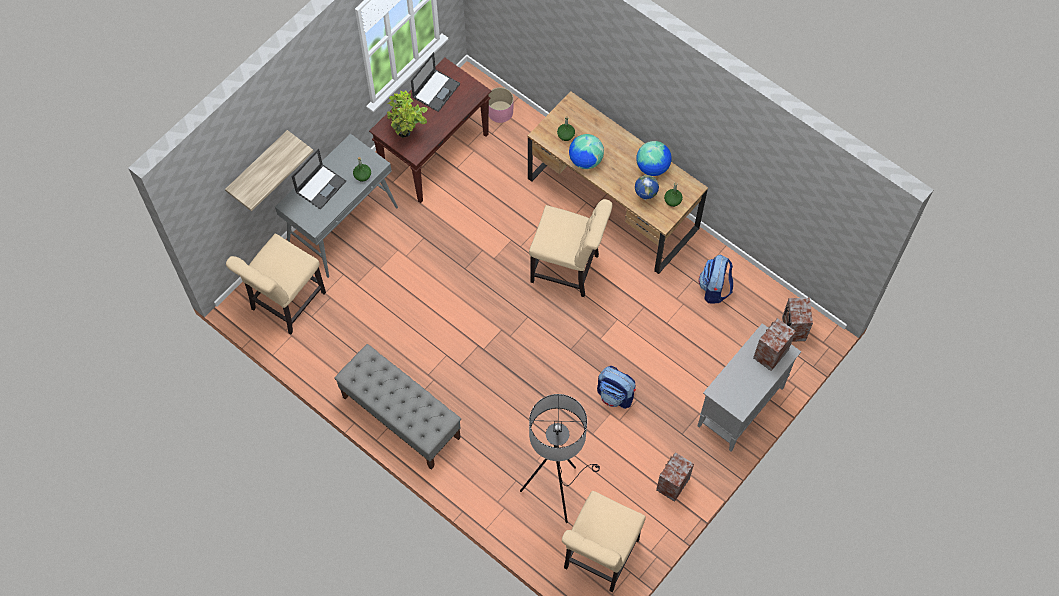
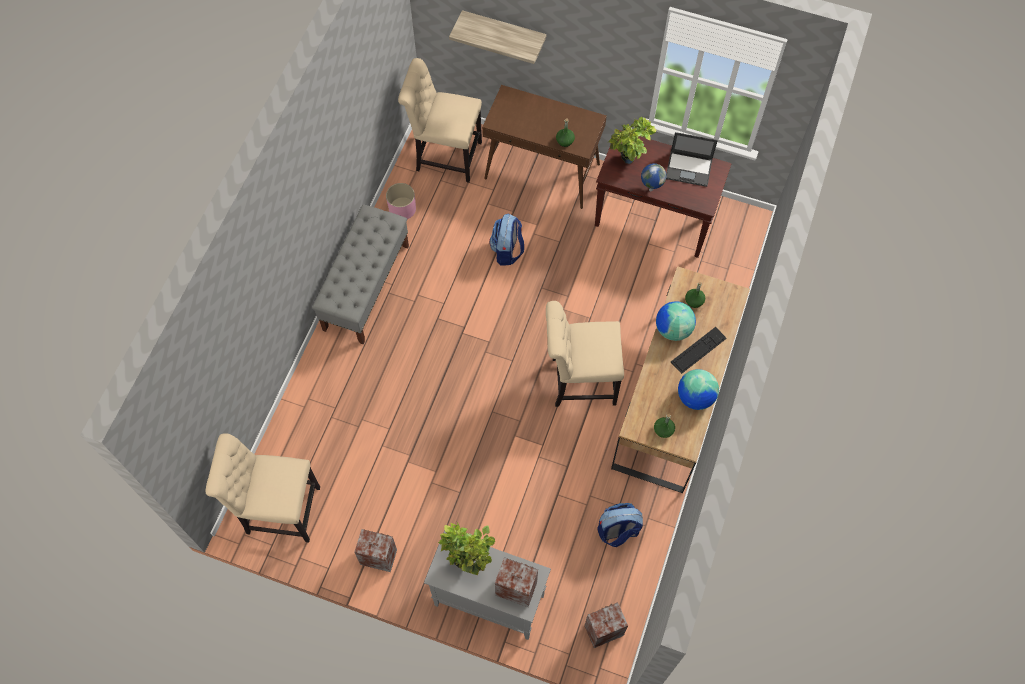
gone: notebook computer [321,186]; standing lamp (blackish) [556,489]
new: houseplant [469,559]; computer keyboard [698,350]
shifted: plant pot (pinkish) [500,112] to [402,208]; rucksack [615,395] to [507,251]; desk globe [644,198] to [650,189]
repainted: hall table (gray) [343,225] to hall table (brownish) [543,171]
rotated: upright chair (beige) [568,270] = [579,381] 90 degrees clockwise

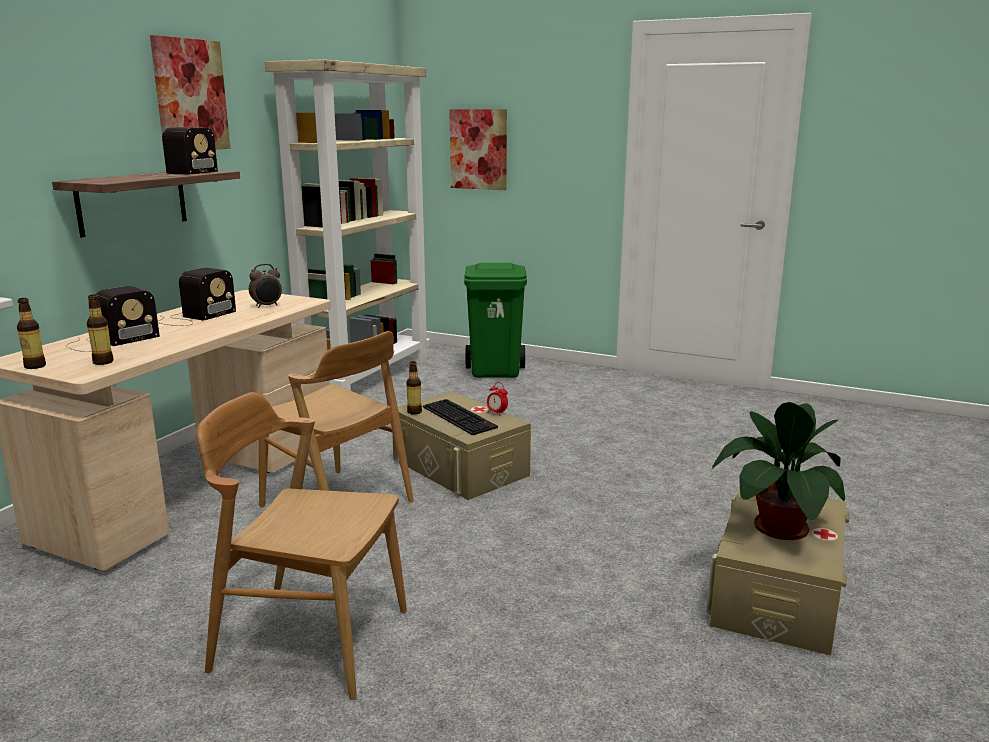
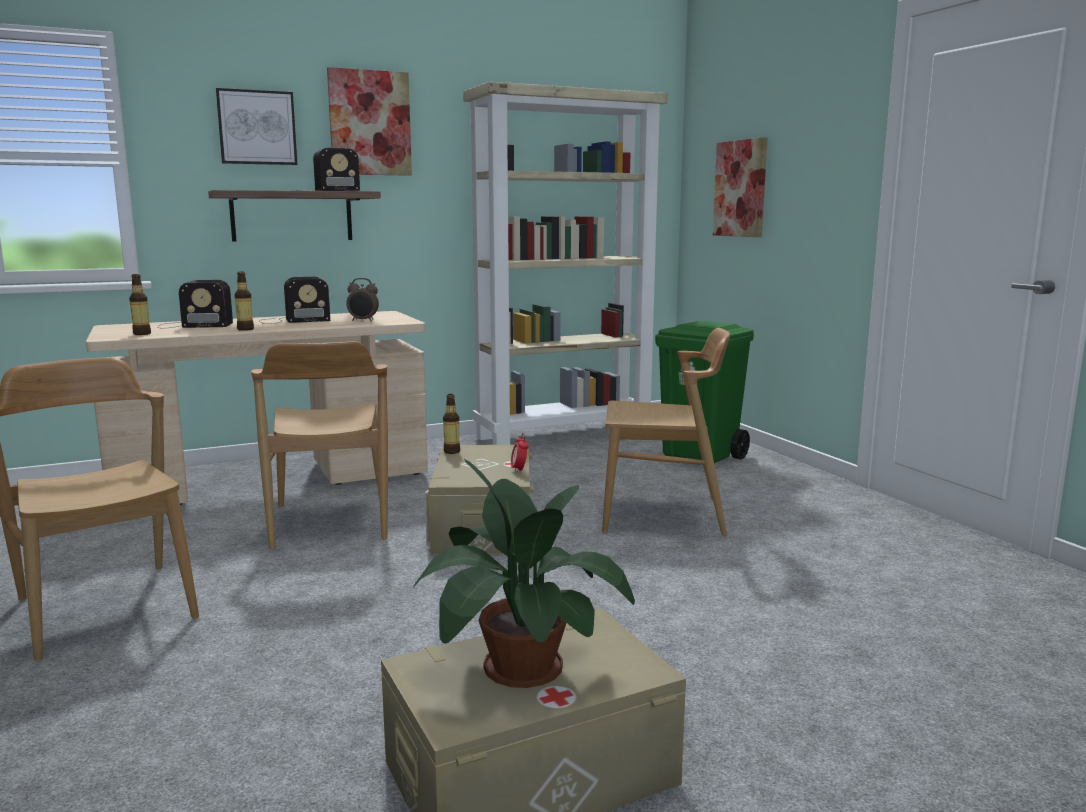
gone: computer keyboard [461,417]
new: wall art [257,127]; upright chair (brownish) [662,515]
shifted: bottle [35,366] to [245,329]

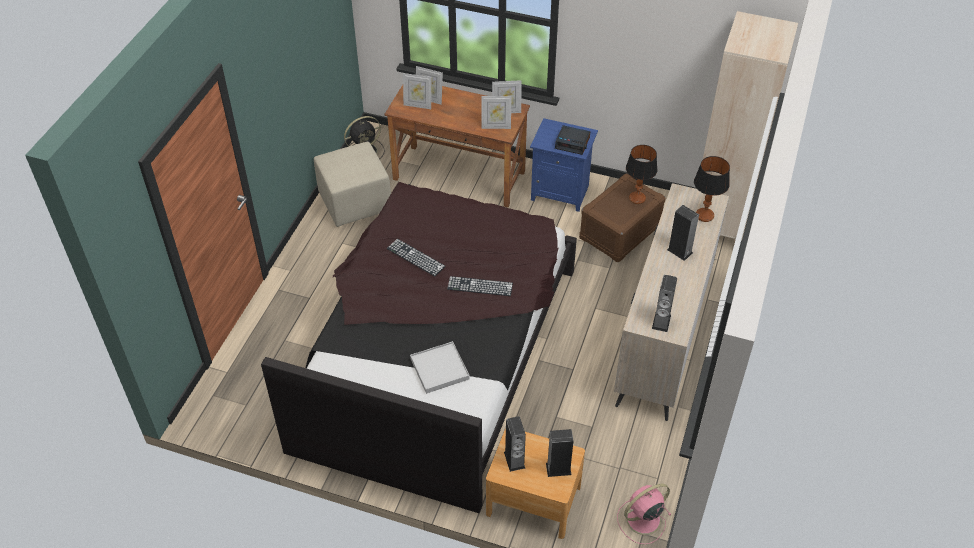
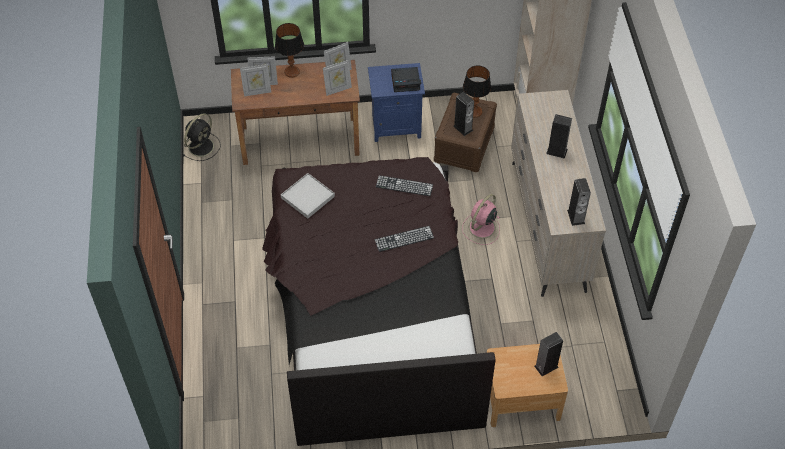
gone: ottoman (beige) [356,202]
shifted: computer keyboard [415,257] to [404,186]; serving tray (white) [439,369] to [307,197]; audio speaker [514,460] to [463,128]; fan (pinkish) [642,520] to [481,228]; tabletop lamp [704,215] to [291,72]

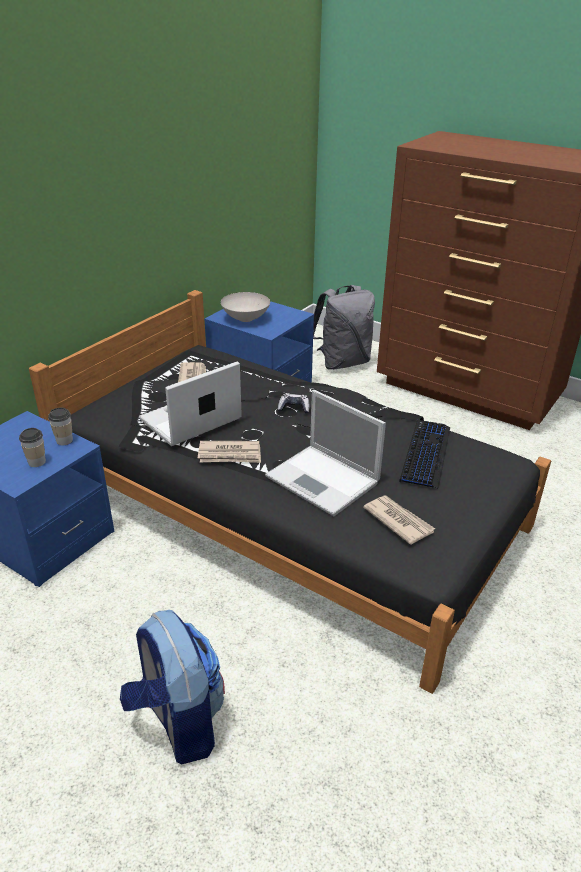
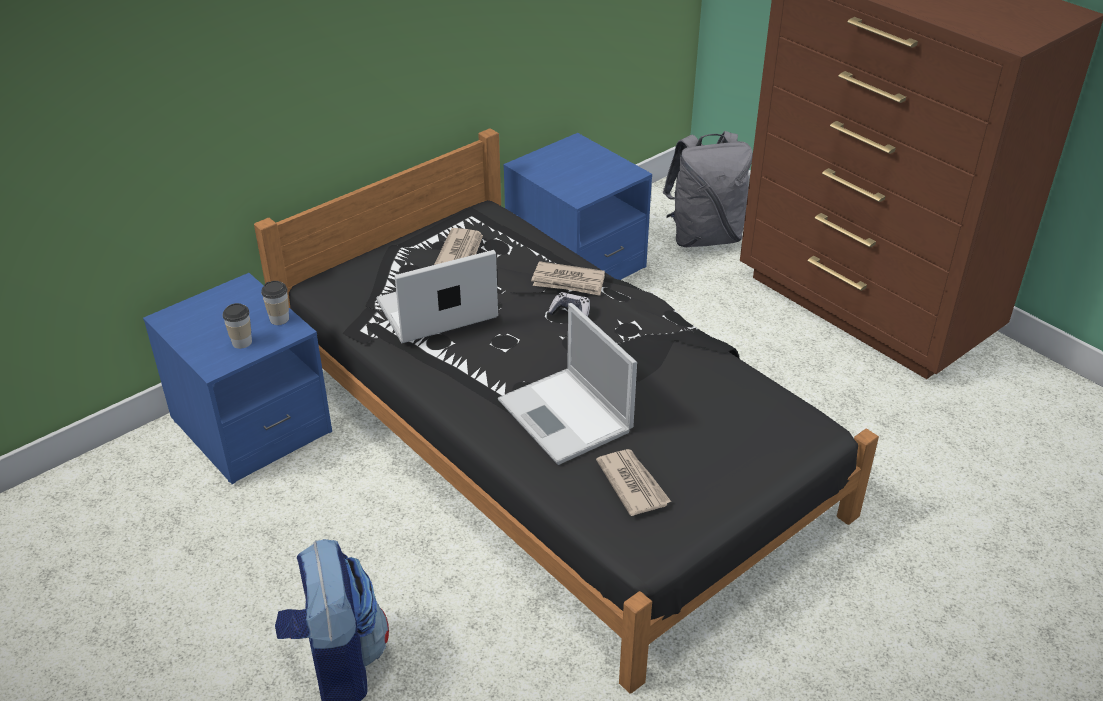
gone: deep dish (white) [246,319]; computer keyboard [425,454]
shifted: printed paper [230,455] to [568,282]

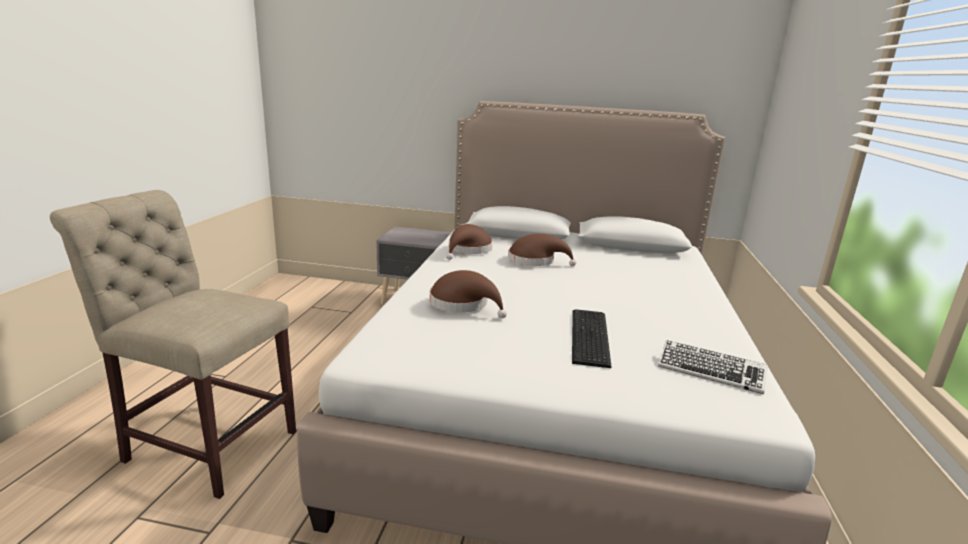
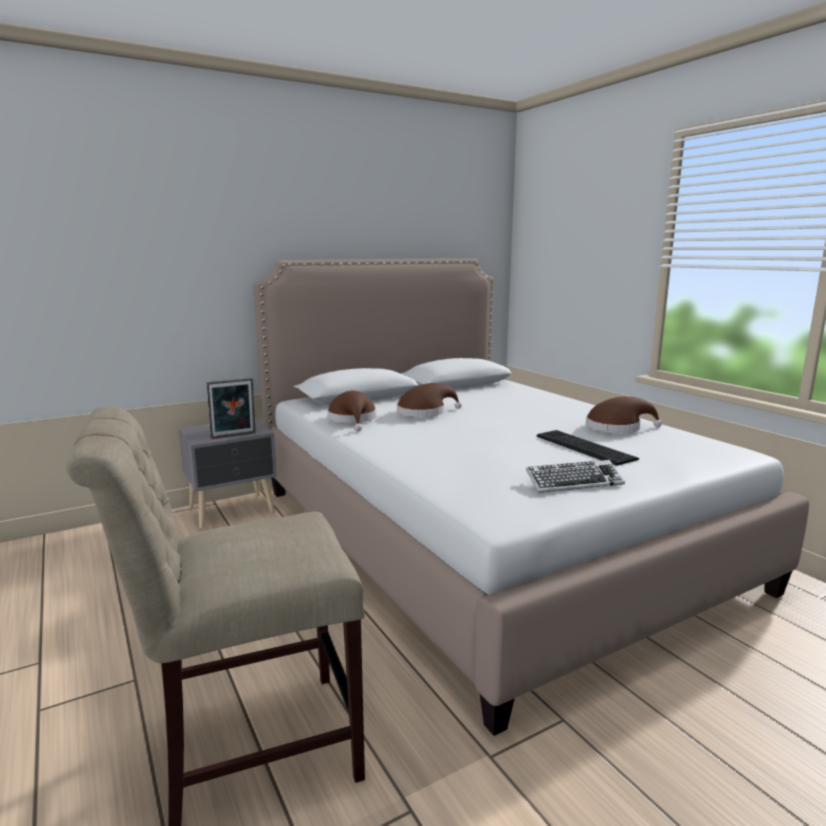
new: picture frame [234,436]
shifted: clothing hat (brownish) [463,304] to [617,427]; computer keyboard [710,372] to [574,482]

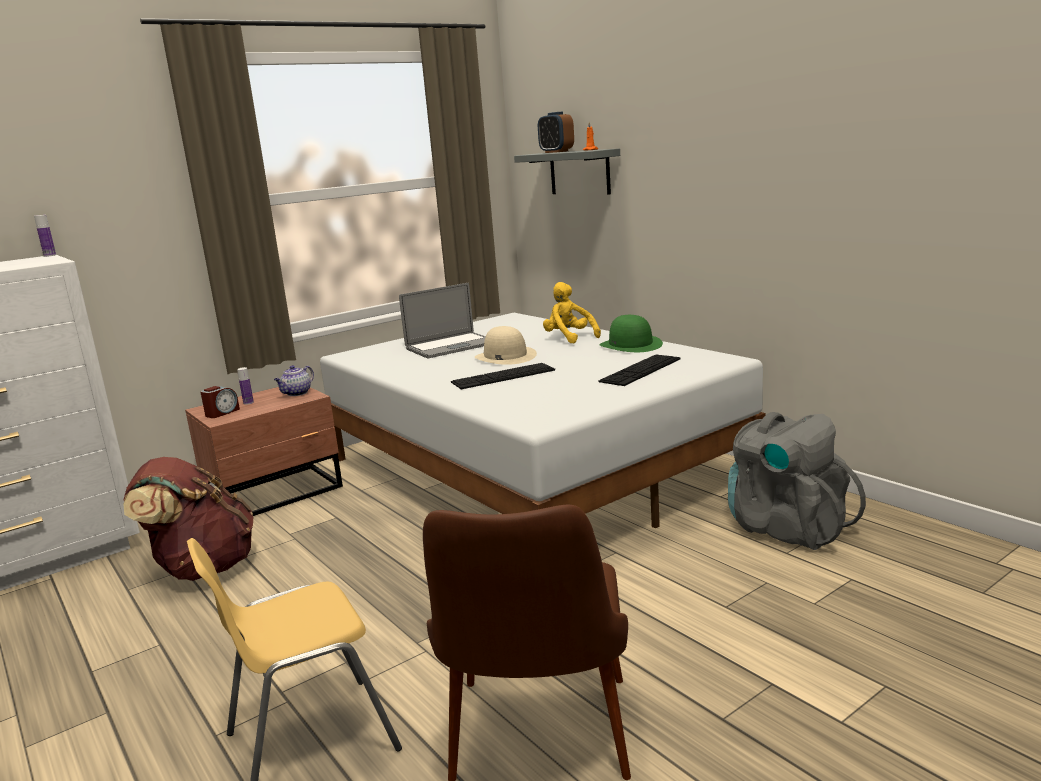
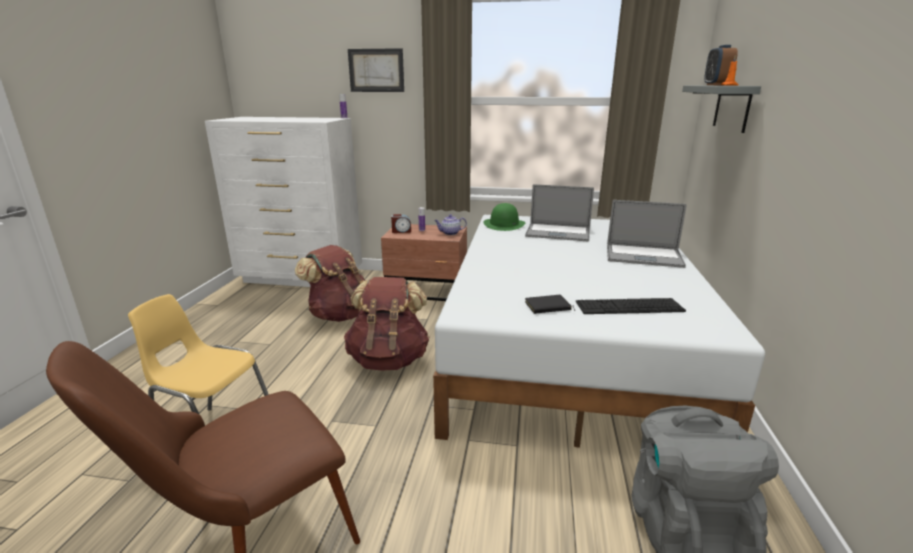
gone: computer keyboard [503,376]; clothing hat (beige) [505,356]
new: rucksack (brownish) [389,359]; wall art [376,70]; bound book (blackish) [548,307]
shifted: clothing hat (green-coloured) [631,345] to [504,224]
swapped: cuddly toy (yellow-coloured) [569,338] to notebook computer [643,256]

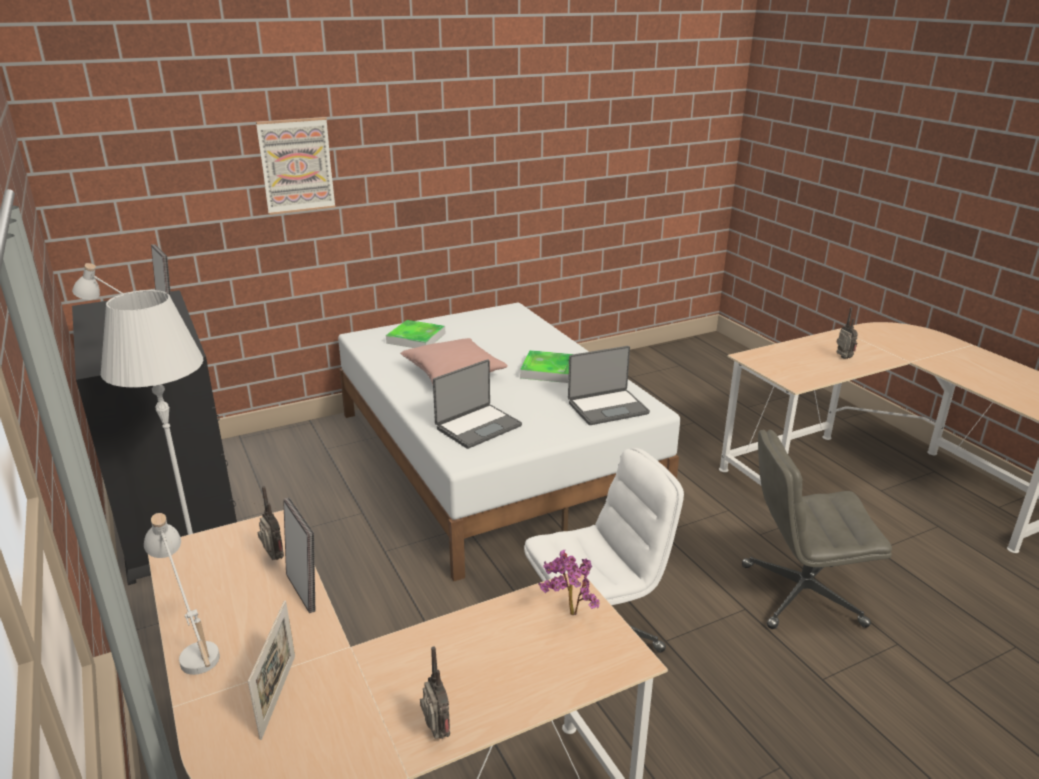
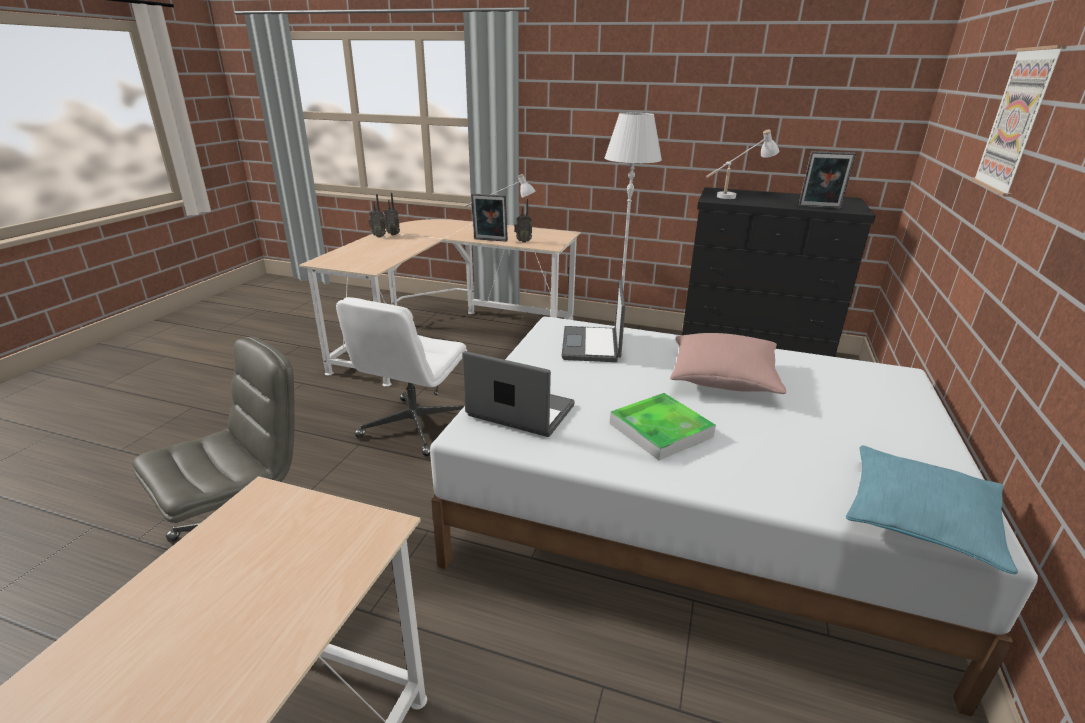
gone: picture frame [278,695]; serving tray [416,338]; houseplant [567,614]
new: throw pillow (turquoise-coloured) [920,518]
shifted: radio set [842,358] to [393,234]
rotated: notebook computer [607,408] = [519,412] 90 degrees clockwise

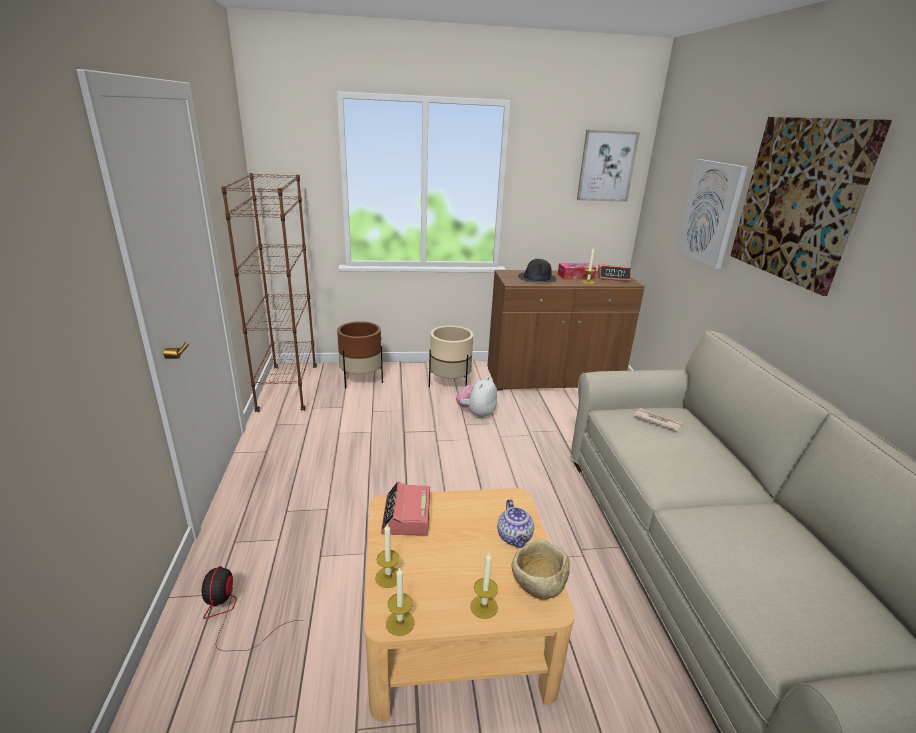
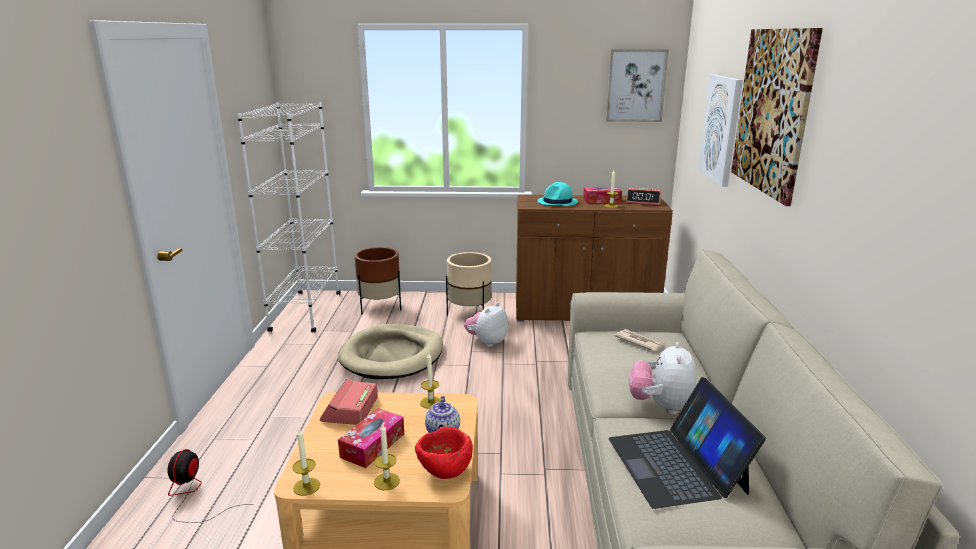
new: dog bed (beige) [392,356]; box of tissues [372,445]; notebook computer [677,464]; cuddly toy [661,406]
shifted: wax light [388,577] to [430,402]
repainted: shelving unit (brownish) [288,388] to shelving unit (white) [306,312]; deep dish (beige) [537,587] to deep dish (red) [444,471]; clothing hat (blackish) [537,278] to clothing hat (turquoise-coloured) [557,202]

